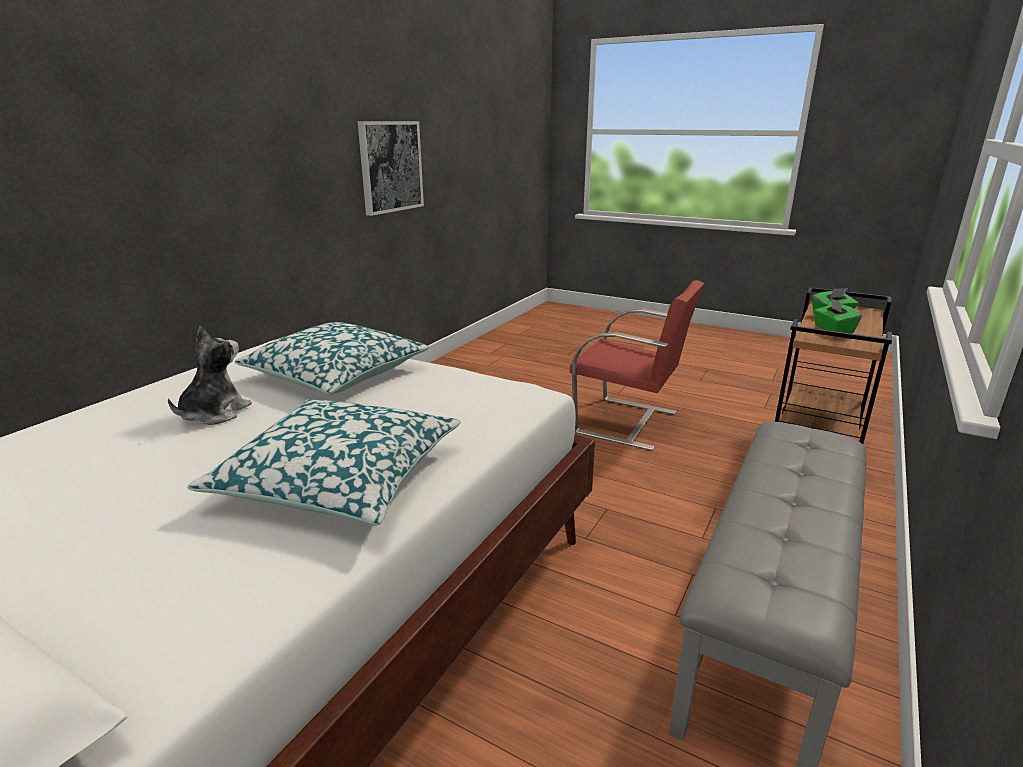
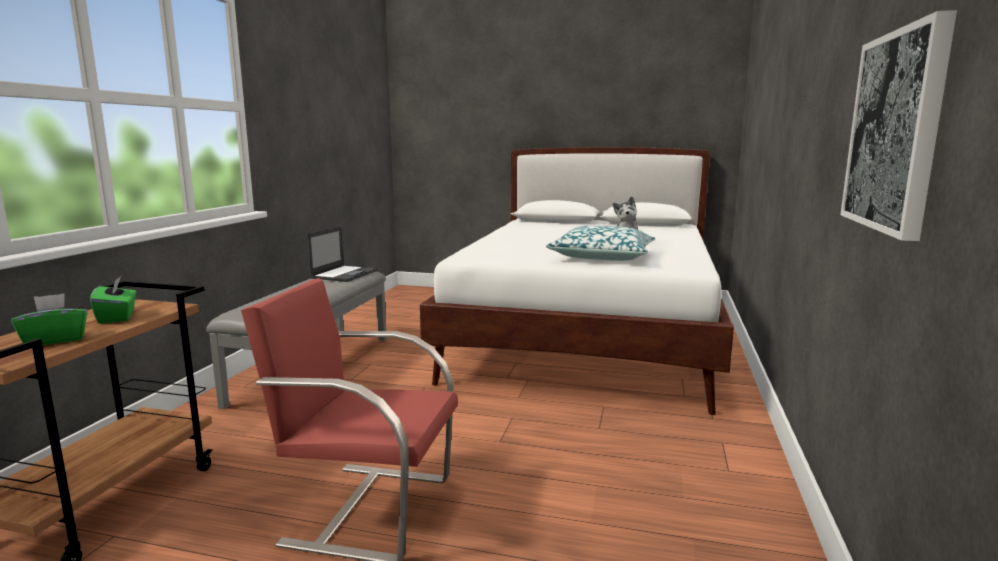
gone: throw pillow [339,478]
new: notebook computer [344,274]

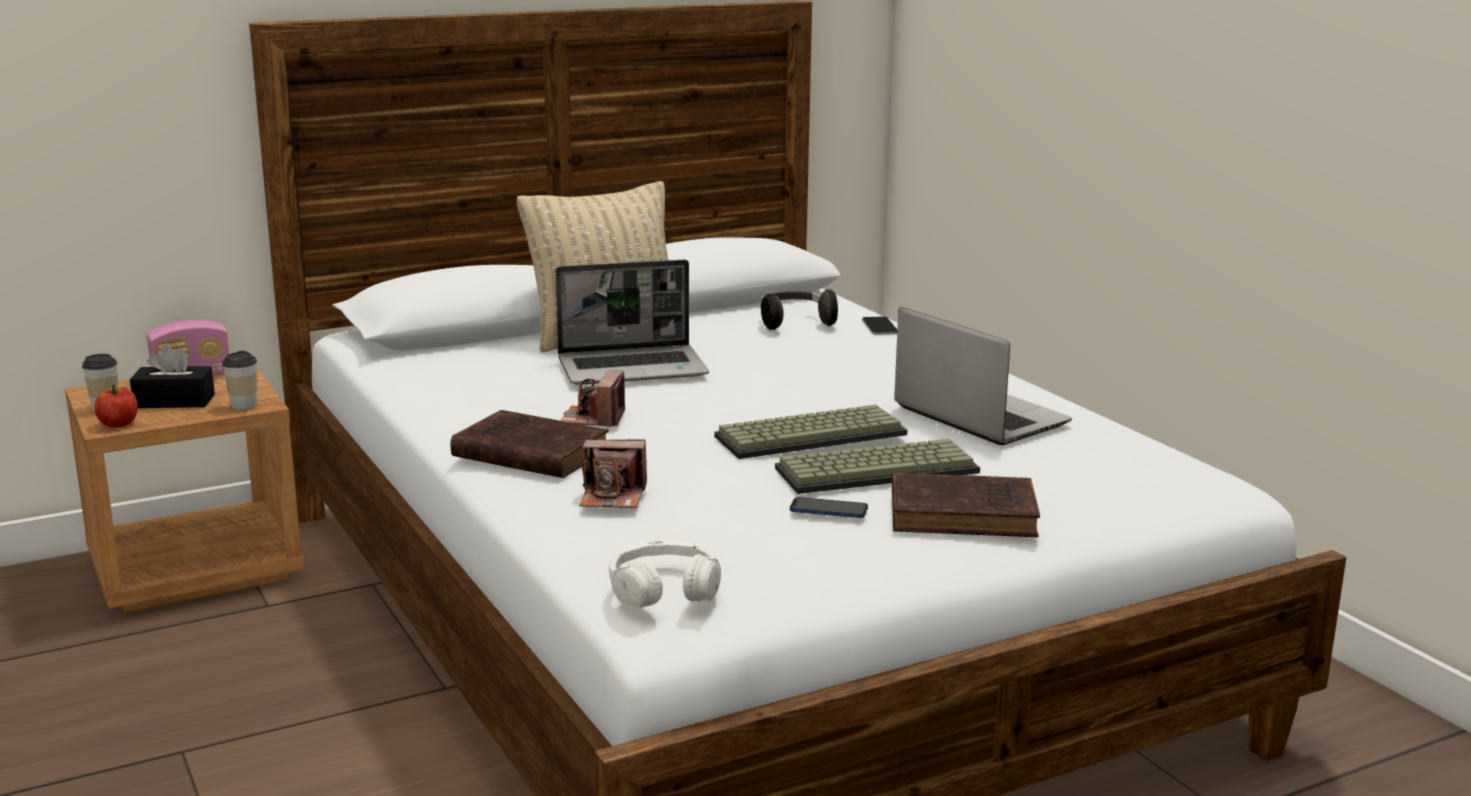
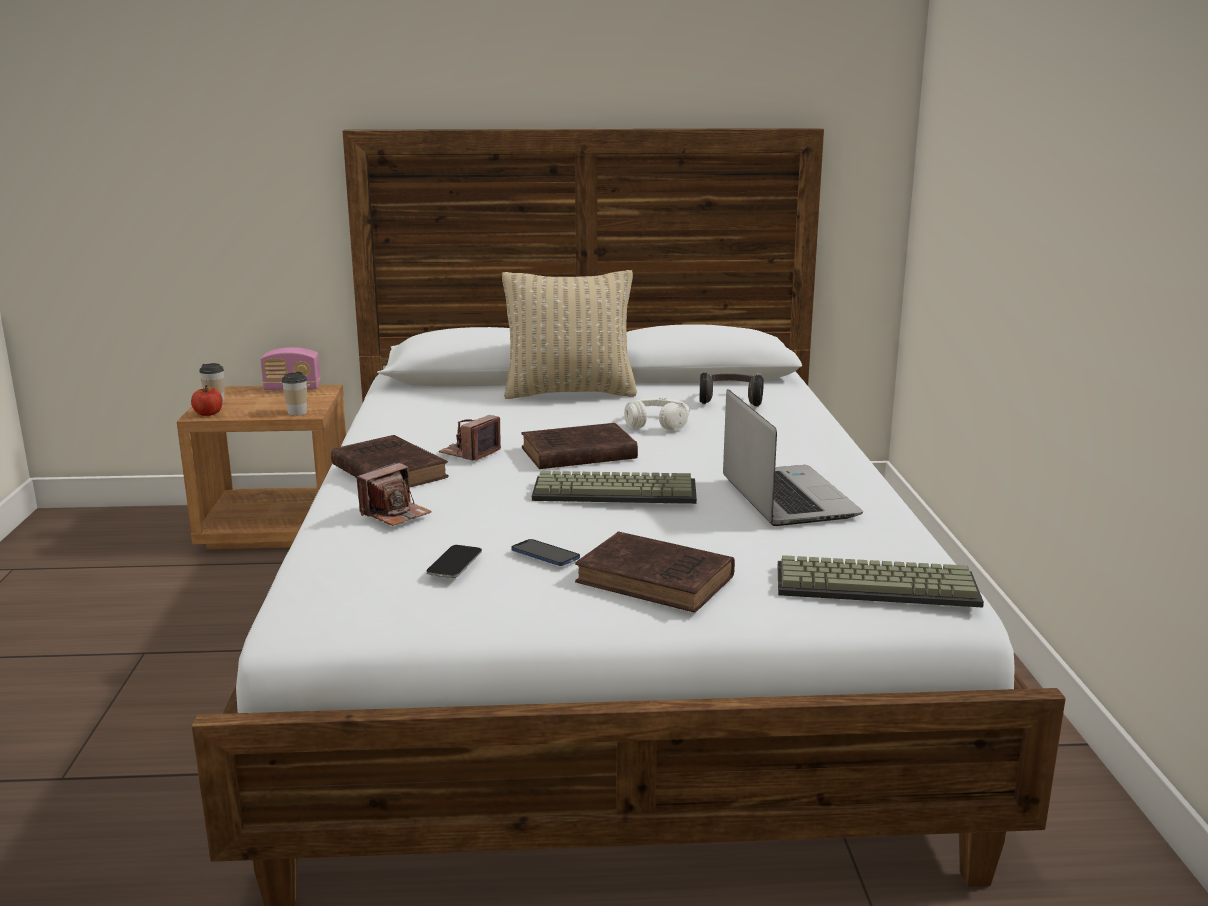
gone: box of tissues (blackish) [174,401]; notebook computer [634,368]
new: bound book (brownish) [575,454]
shifted: headset (white) [664,590] to [657,423]; computer keyboard [877,469] to [878,584]; handset [879,327] to [454,563]
rotated: photo camera [613,496] = [395,513] 75 degrees counterclockwise

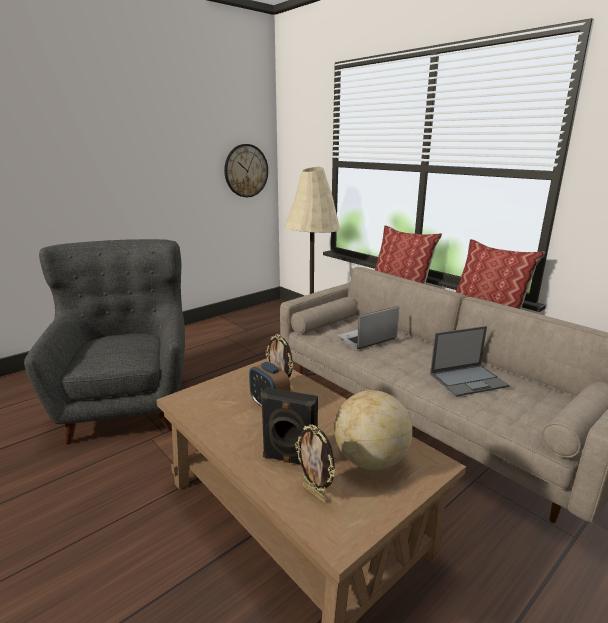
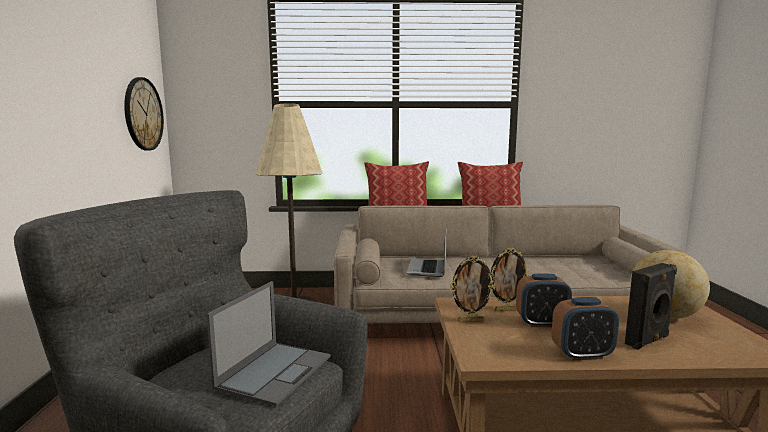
new: alarm clock [582,354]
shifted: picture frame [315,494] to [470,321]; notebook computer [469,380] to [275,371]

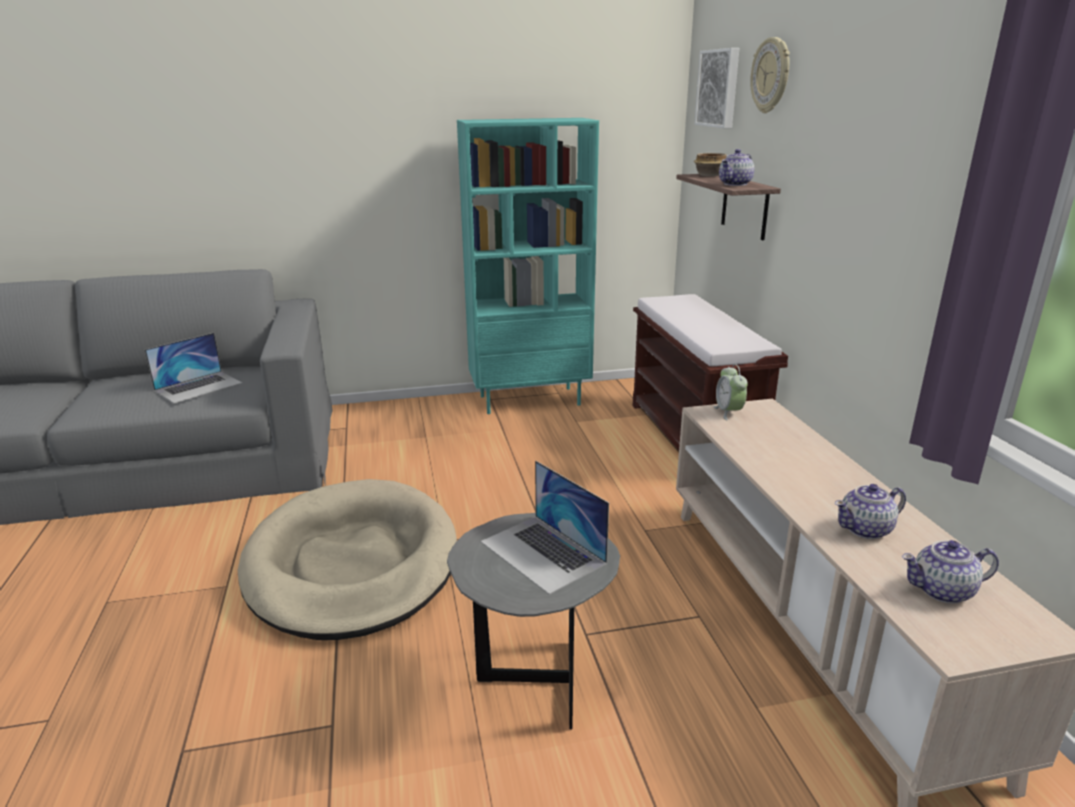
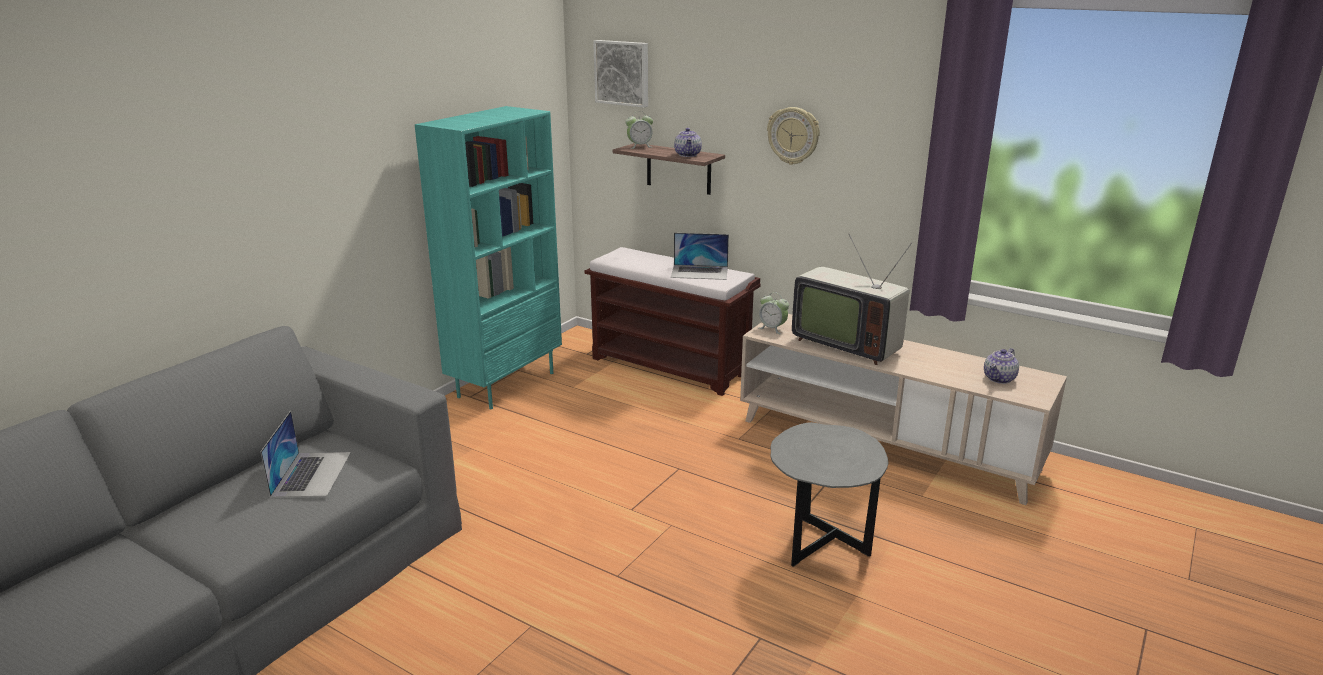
gone: dog bed (beige) [352,564]; pot for tea [866,529]
new: TV set [846,344]
shifted: notebook computer [543,552] to [699,272]; hanging clock [771,75] to [793,135]
swapped: deep dish [710,175] to alarm clock [639,146]

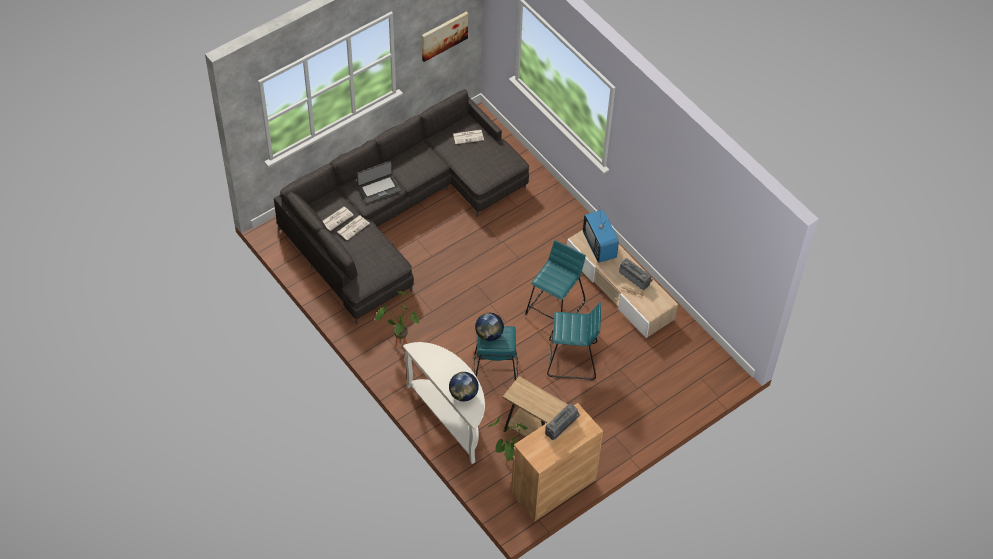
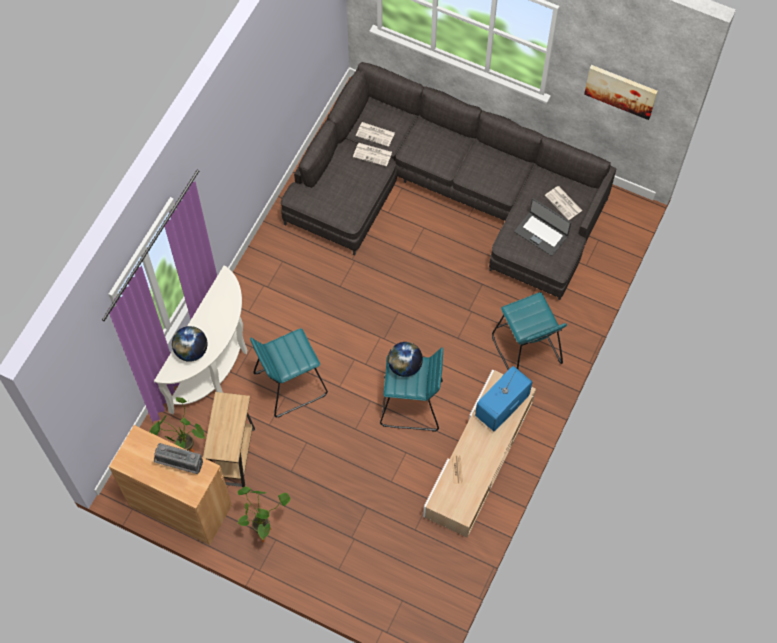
gone: radio set [635,277]
shifted: notebook computer [379,189] to [541,233]; houseplant [398,342] to [264,529]; desk globe [489,334] to [405,366]; sitting stool (turquoise-coloured) [572,360] to [525,350]

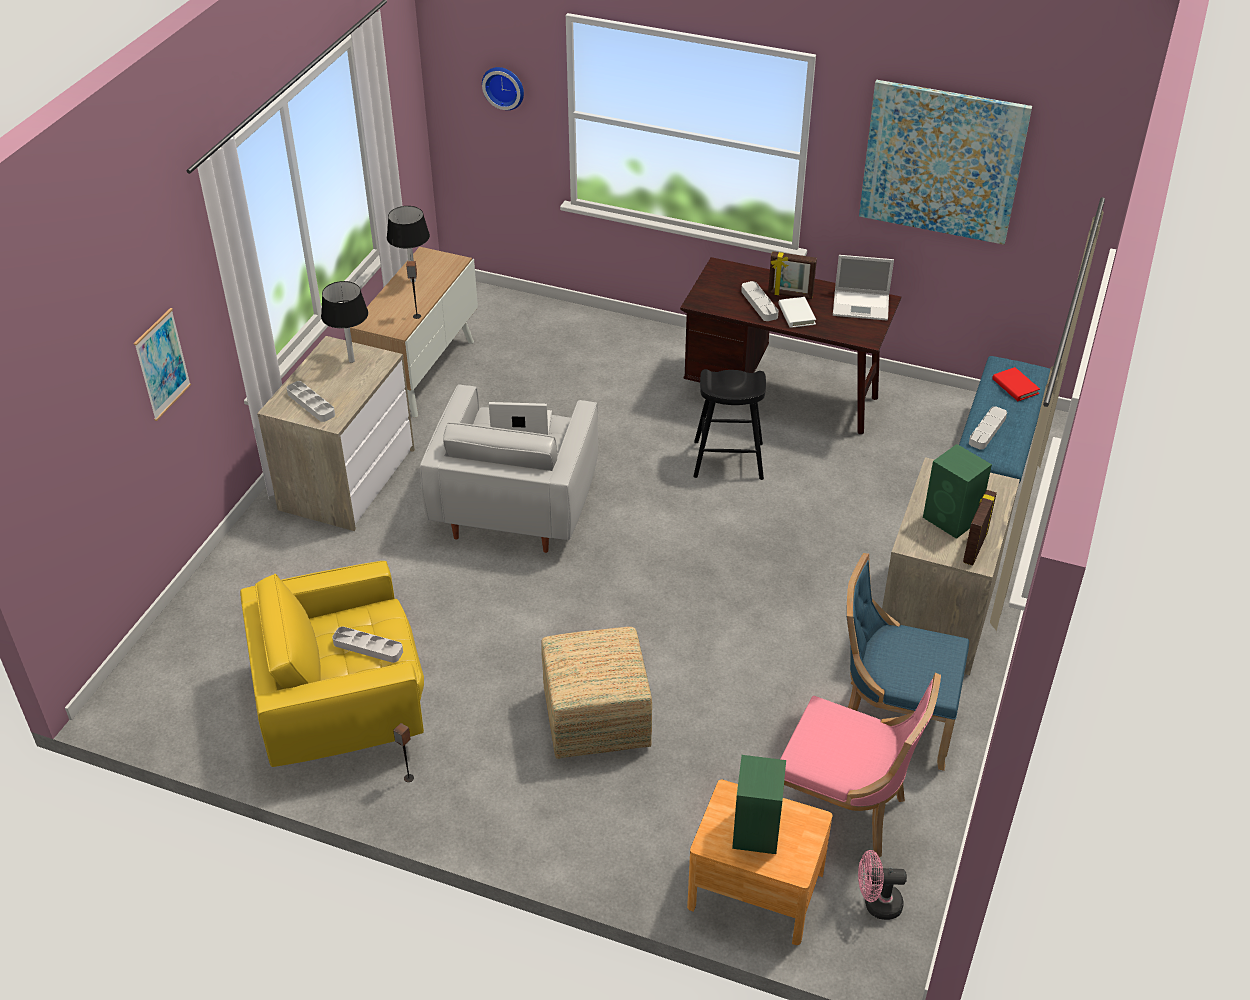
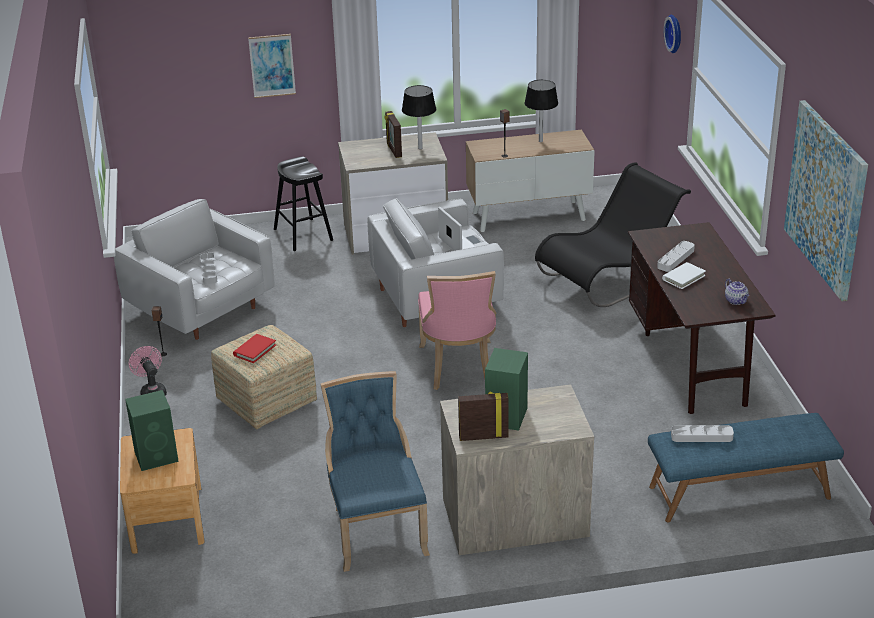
gone: serving tray (gray) [311,404]
new: upright chair (blackish) [609,279]
shifted: sitting stool (blackish) [728,460] to [303,235]; picture frame [790,295] to [393,151]; upright chair (pinkish) [844,810] to [458,367]; fan (pinkish) [876,904] to [152,392]; bound book (red) [1015,386] to [255,350]
swapped: notebook computer [862,305] to pot for tea [736,301]
repainted: easy chair (yellow-coloured) [342,705] to easy chair (white) [202,310]

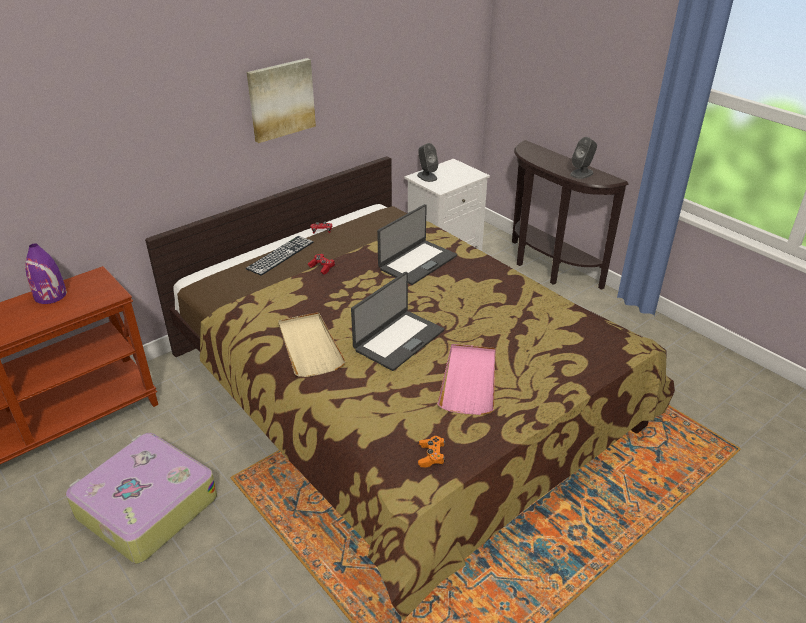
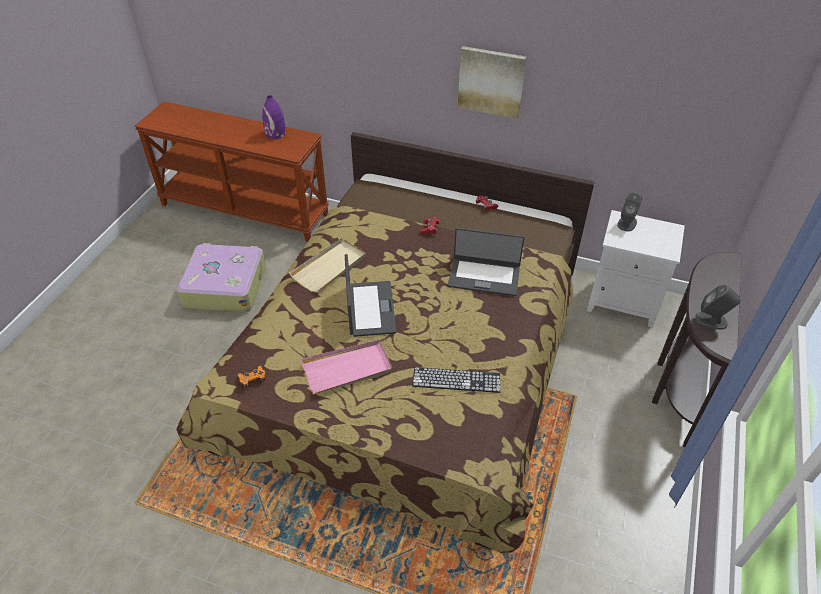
shifted: computer keyboard [280,255] to [456,380]
rotated: notebook computer [398,340] = [369,309] 105 degrees counterclockwise

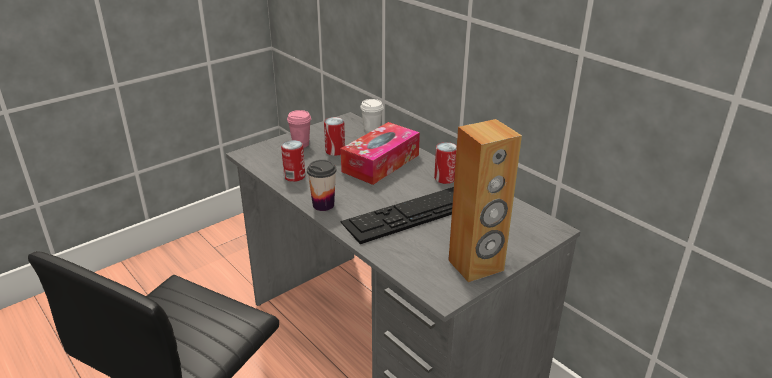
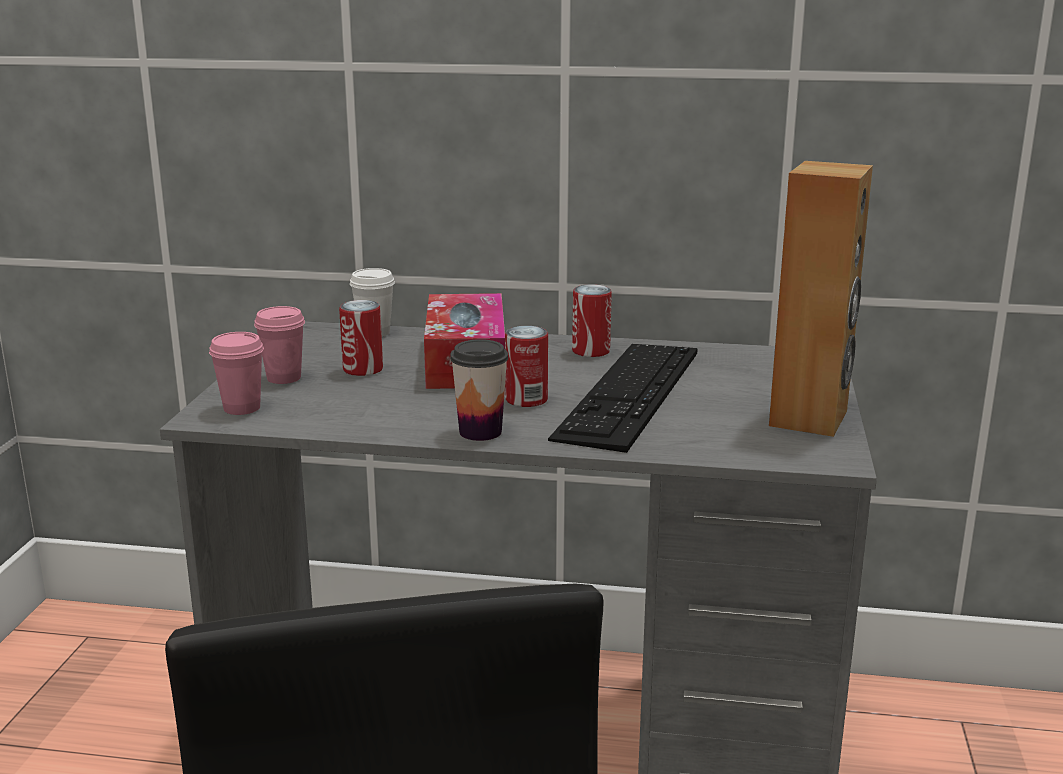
new: drinking cup (pinkish) [242,408]
shifted: metal can [294,176] to [526,400]

